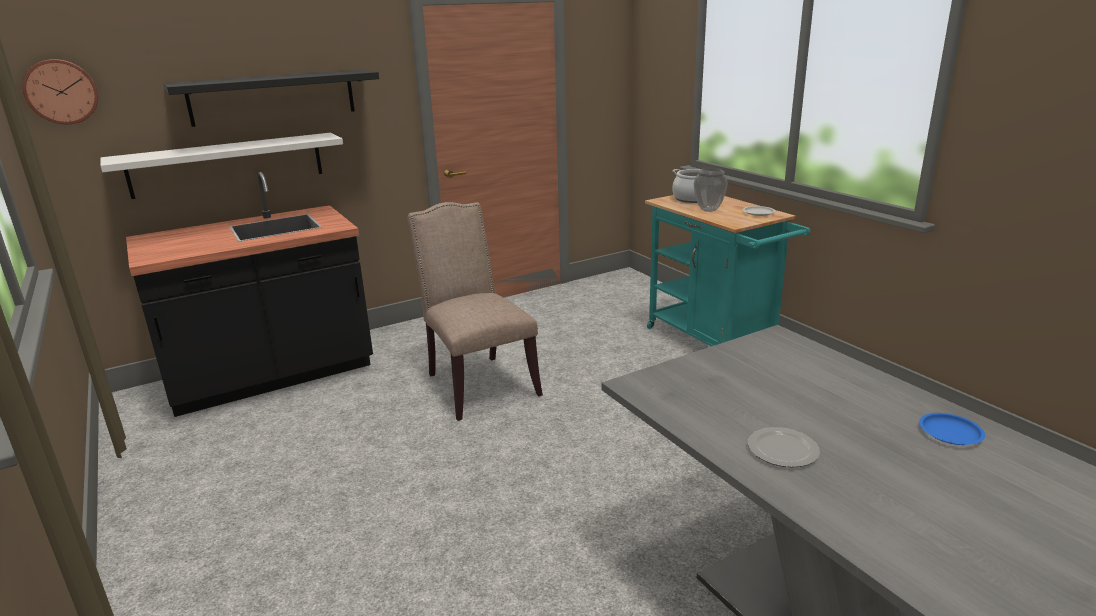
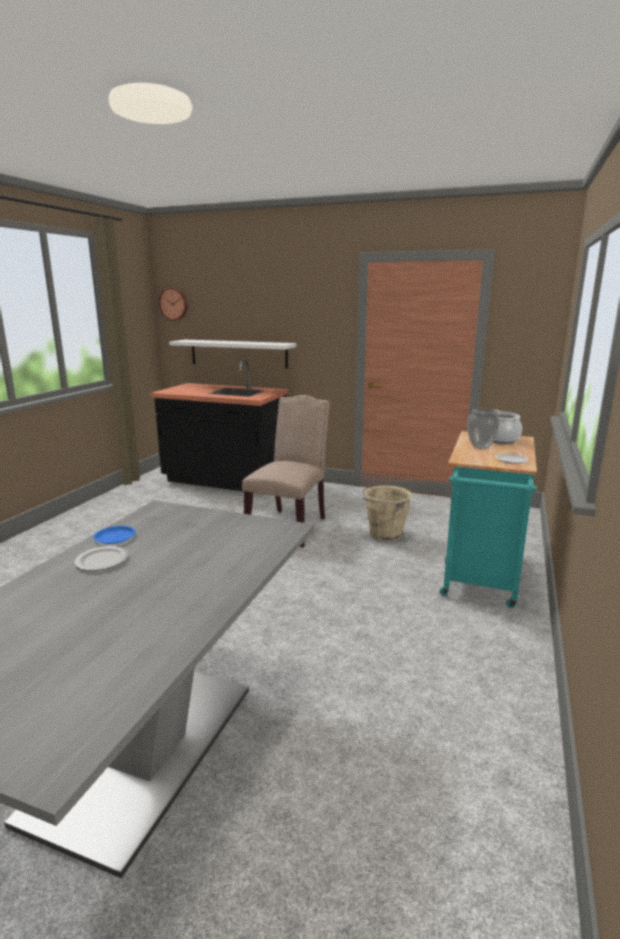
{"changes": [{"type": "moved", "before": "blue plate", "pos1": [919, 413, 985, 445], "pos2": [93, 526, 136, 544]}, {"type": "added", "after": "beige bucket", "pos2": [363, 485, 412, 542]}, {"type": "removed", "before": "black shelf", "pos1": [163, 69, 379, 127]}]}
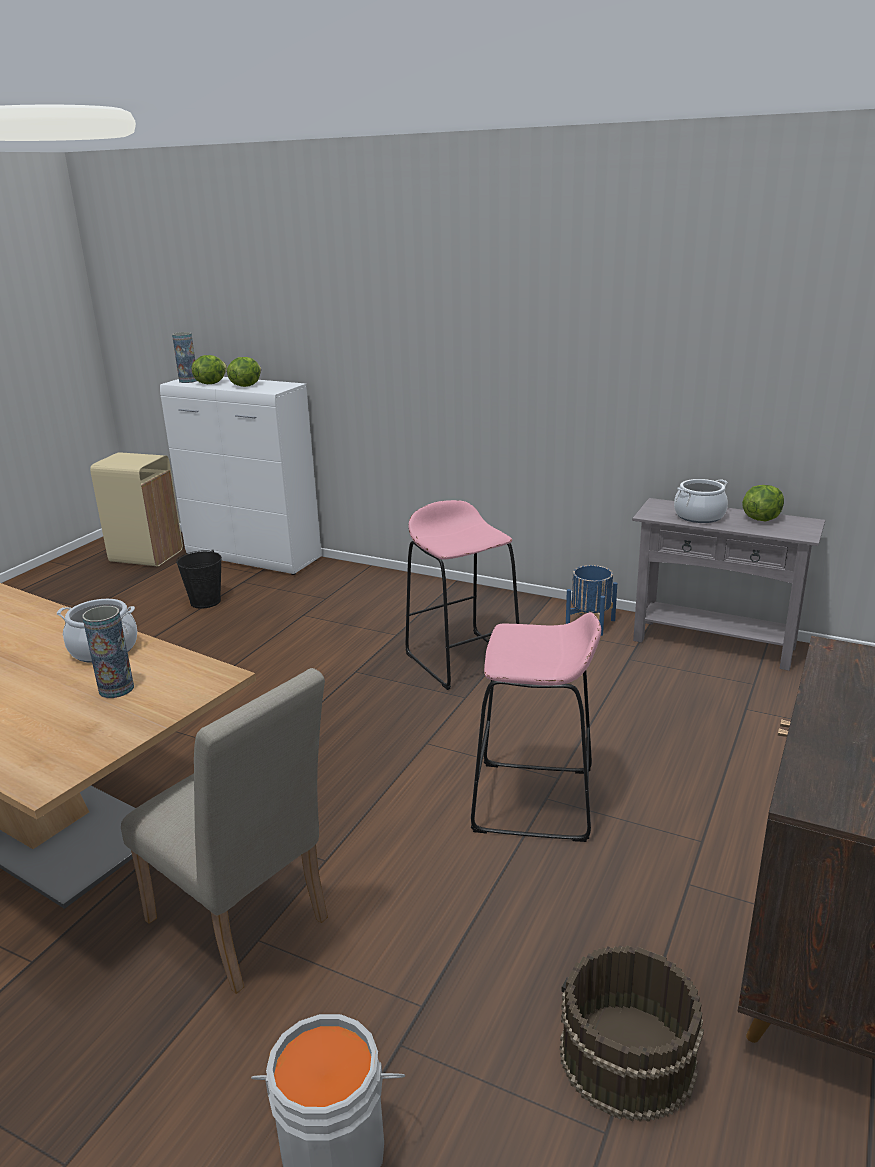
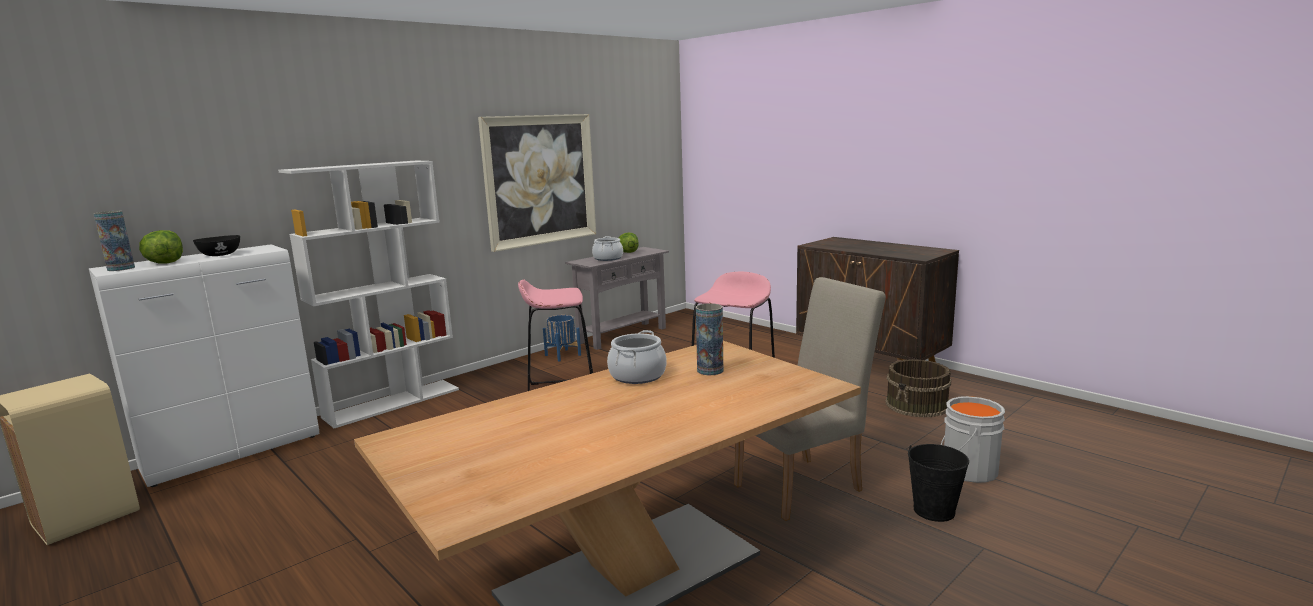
{"changes": [{"type": "replaced", "before": "lettuce", "after": "black bowl", "pos1": [227, 357, 261, 387], "pos2": [193, 235, 240, 256]}, {"type": "added", "after": "white bookcase", "pos2": [278, 160, 459, 428]}, {"type": "added", "after": "picture", "pos2": [478, 114, 596, 252]}, {"type": "moved", "before": "black bucket", "pos1": [176, 550, 222, 609], "pos2": [908, 444, 969, 522]}]}
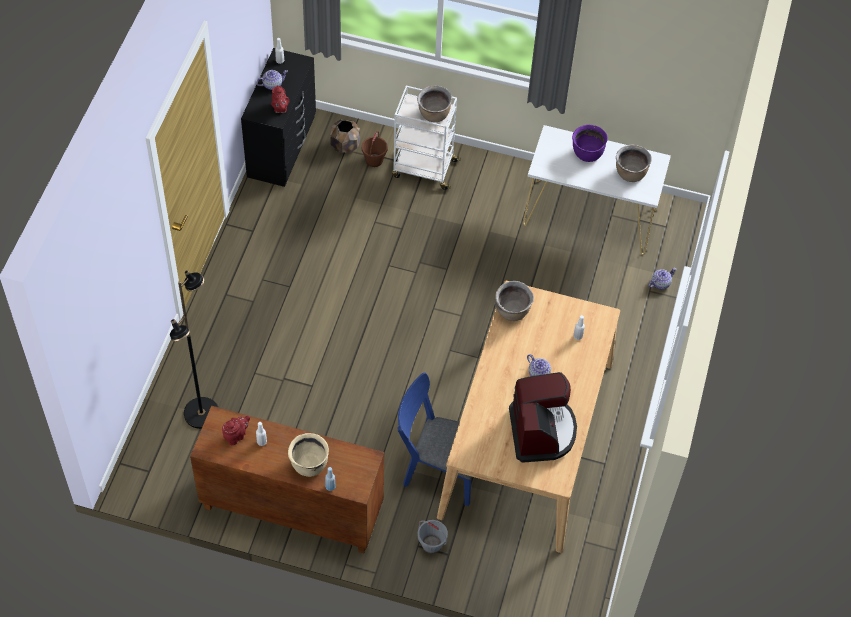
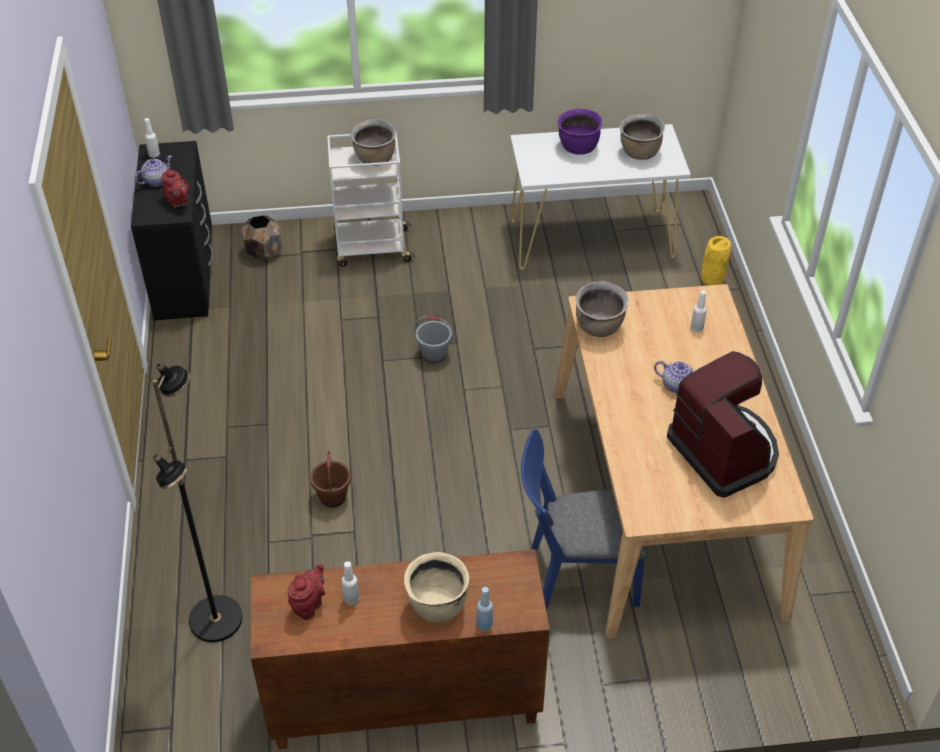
{"changes": [{"type": "moved", "before": "brown bucket", "pos1": [362, 131, 388, 167], "pos2": [310, 451, 351, 508]}, {"type": "moved", "before": "grey bucket", "pos1": [418, 520, 448, 554], "pos2": [414, 316, 453, 364]}, {"type": "replaced", "before": "teapot", "after": "yellow vase", "pos1": [648, 268, 676, 289], "pos2": [701, 236, 731, 286]}]}
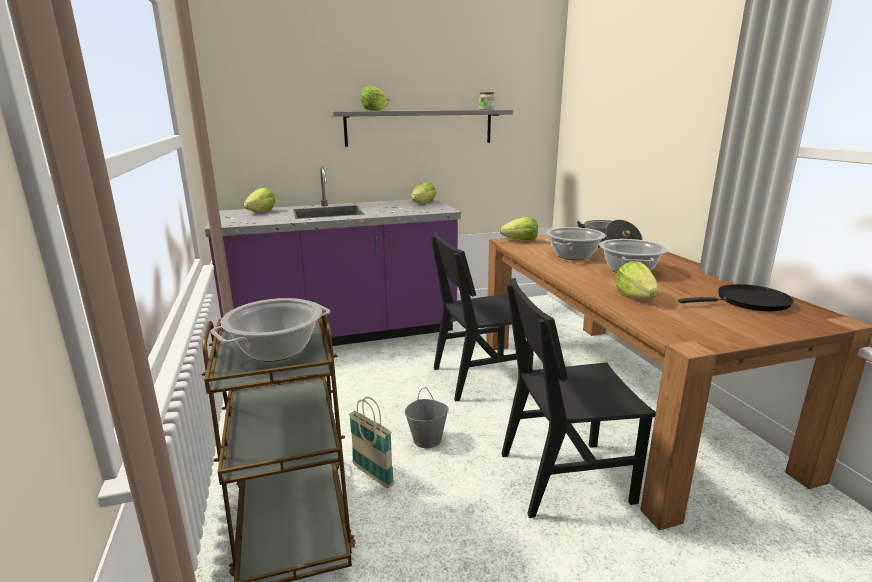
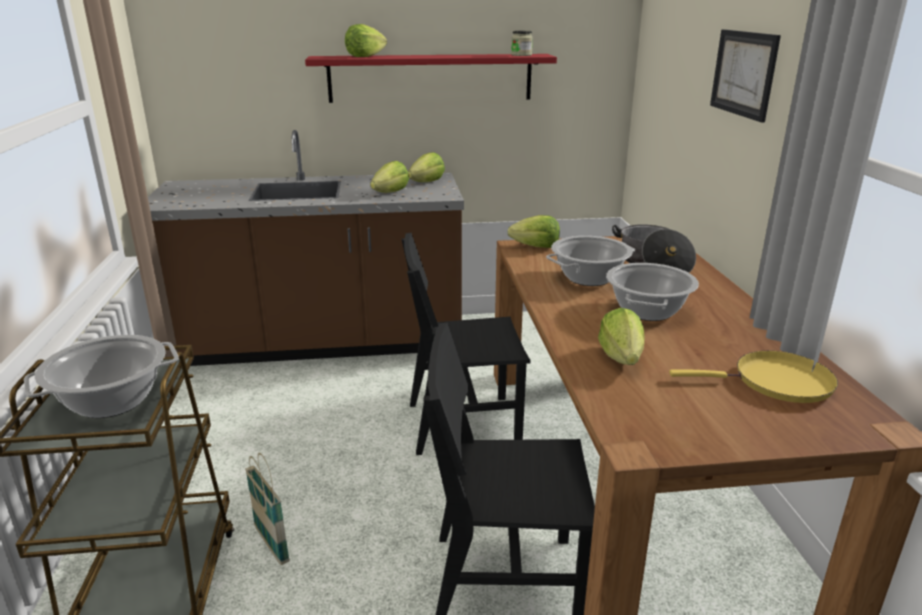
{"changes": [{"type": "recoloured", "before": "purple counter", "after": "brown counter", "pos1": [205, 166, 461, 346], "pos2": [148, 130, 464, 366]}, {"type": "recoloured", "before": "grey shelf", "after": "red shelf", "pos1": [330, 110, 513, 147], "pos2": [305, 54, 557, 103]}, {"type": "moved", "before": "lettuce", "pos1": [244, 188, 275, 212], "pos2": [370, 161, 409, 193]}, {"type": "recoloured", "before": "black frying pan", "after": "yellow frying pan", "pos1": [678, 284, 793, 311], "pos2": [669, 351, 838, 403]}, {"type": "added", "after": "picture", "pos2": [710, 29, 781, 122]}, {"type": "removed", "before": "grey bucket", "pos1": [405, 388, 449, 448]}]}
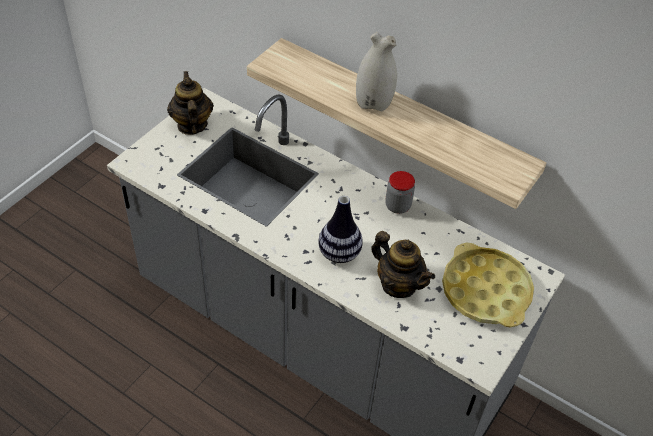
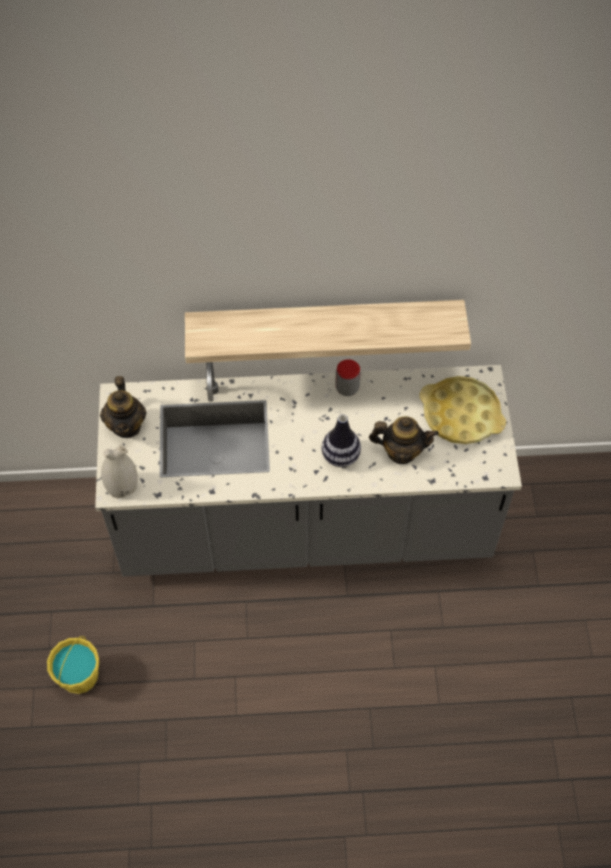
{"changes": [{"type": "added", "after": "yellow bucket", "pos2": [47, 636, 99, 694]}, {"type": "turned", "before": "teapot", "pos1": [167, 71, 214, 135], "pos2": [100, 376, 146, 438], "turn": -135}, {"type": "moved", "before": "white vase", "pos1": [356, 32, 397, 111], "pos2": [101, 445, 138, 498]}]}
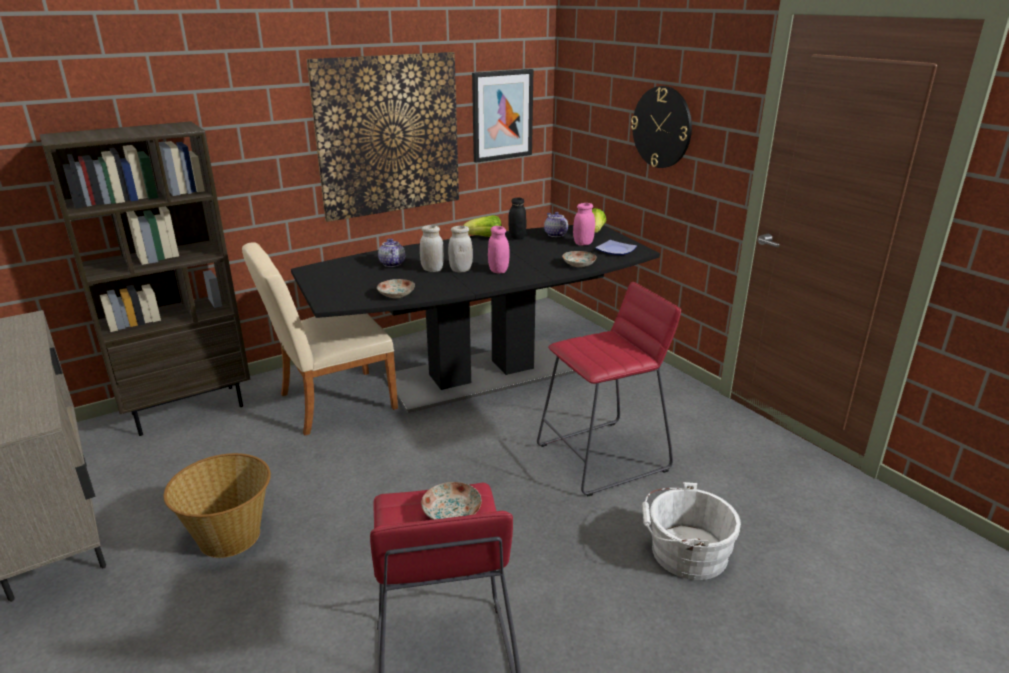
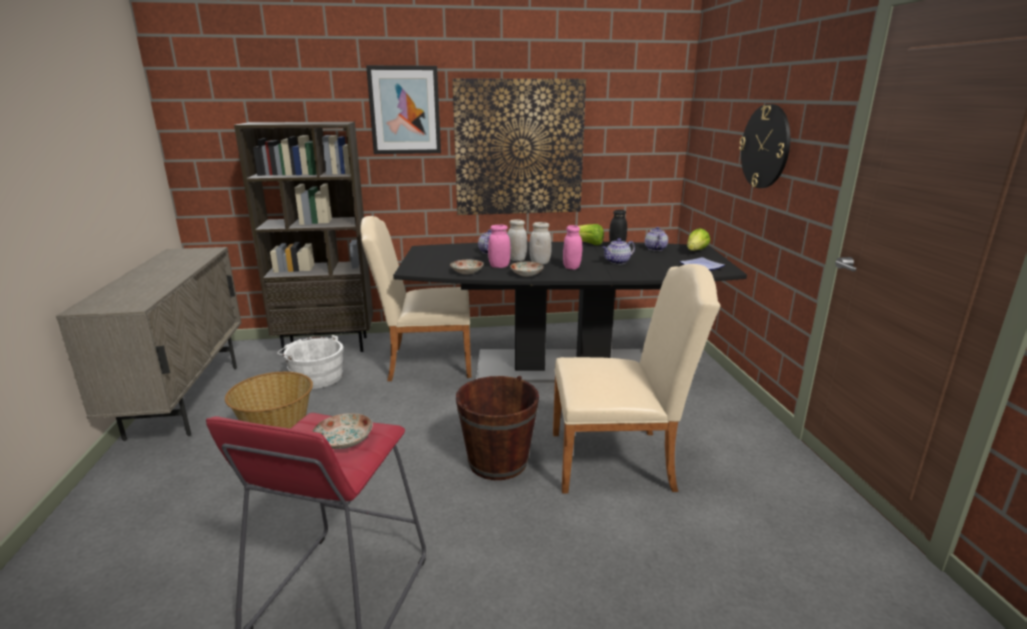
{"changes": [{"type": "moved", "before": "white bucket", "pos1": [642, 482, 741, 580], "pos2": [277, 335, 343, 389]}, {"type": "moved", "before": "picture", "pos1": [472, 69, 533, 163], "pos2": [366, 65, 441, 154]}, {"type": "added", "after": "brown bucket", "pos2": [456, 376, 539, 480]}, {"type": "moved", "before": "pink jar", "pos1": [573, 203, 595, 245], "pos2": [488, 225, 511, 268]}, {"type": "moved", "before": "plate", "pos1": [562, 251, 597, 267], "pos2": [510, 262, 544, 277]}, {"type": "replaced", "before": "red stool", "after": "beige chair", "pos1": [537, 282, 681, 497], "pos2": [553, 264, 720, 493]}, {"type": "added", "after": "teapot", "pos2": [602, 238, 635, 264]}]}
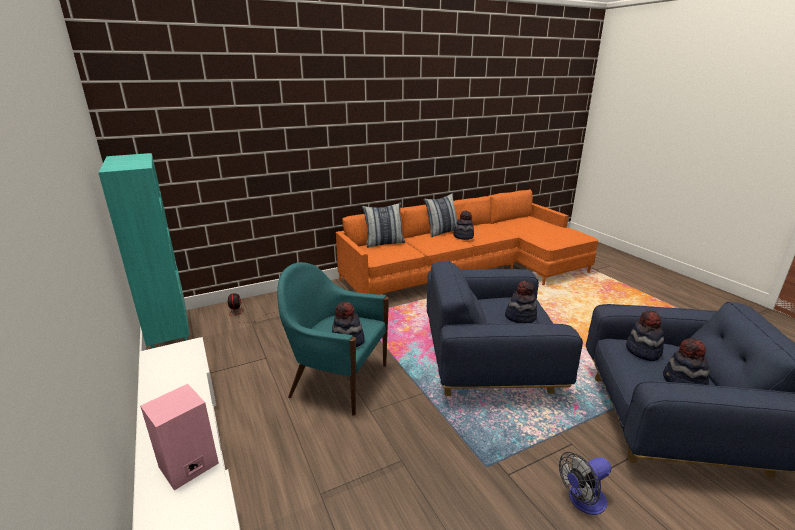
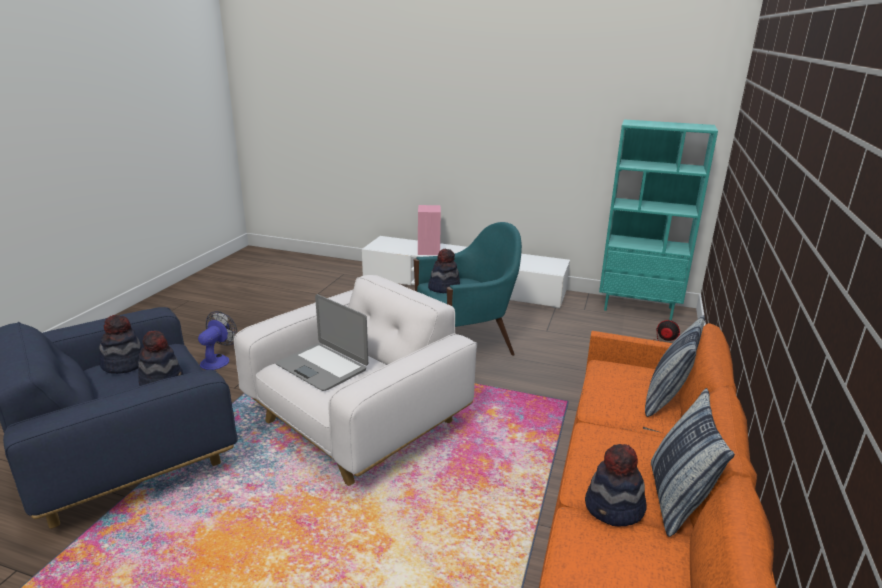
{"changes": [{"type": "recoloured", "before": "blue armchair", "after": "white armchair", "pos1": [427, 261, 583, 396], "pos2": [234, 275, 477, 486]}, {"type": "replaced", "before": "hat", "after": "laptop", "pos1": [505, 281, 537, 323], "pos2": [276, 294, 368, 391]}]}
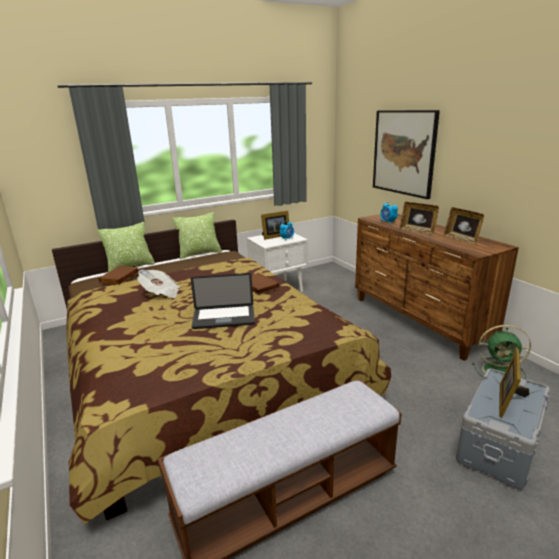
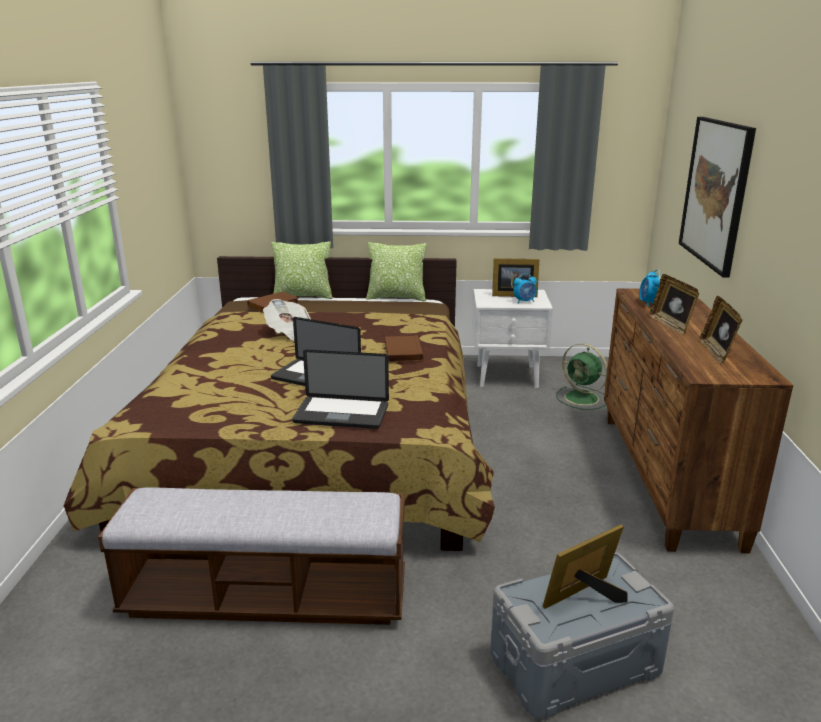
{"changes": [{"type": "added", "after": "laptop", "pos2": [292, 350, 389, 429]}, {"type": "moved", "before": "green fan", "pos1": [472, 325, 531, 380], "pos2": [556, 343, 608, 410]}]}
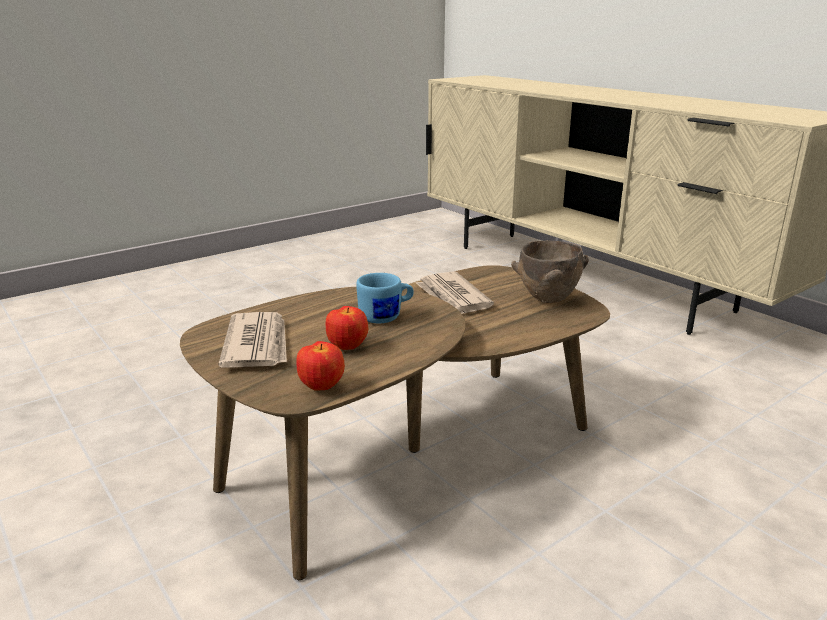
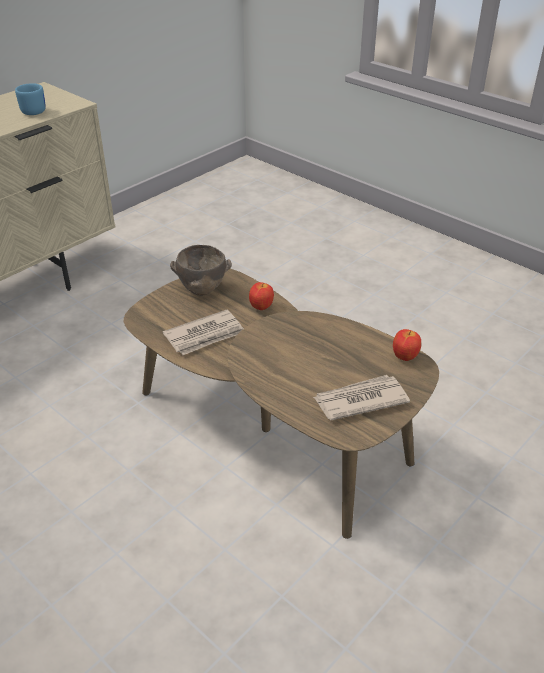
{"changes": [{"type": "moved", "before": "blue mug", "pos1": [356, 273, 414, 323], "pos2": [15, 83, 46, 115]}, {"type": "moved", "before": "apple", "pos1": [326, 306, 368, 350], "pos2": [249, 282, 274, 310]}]}
